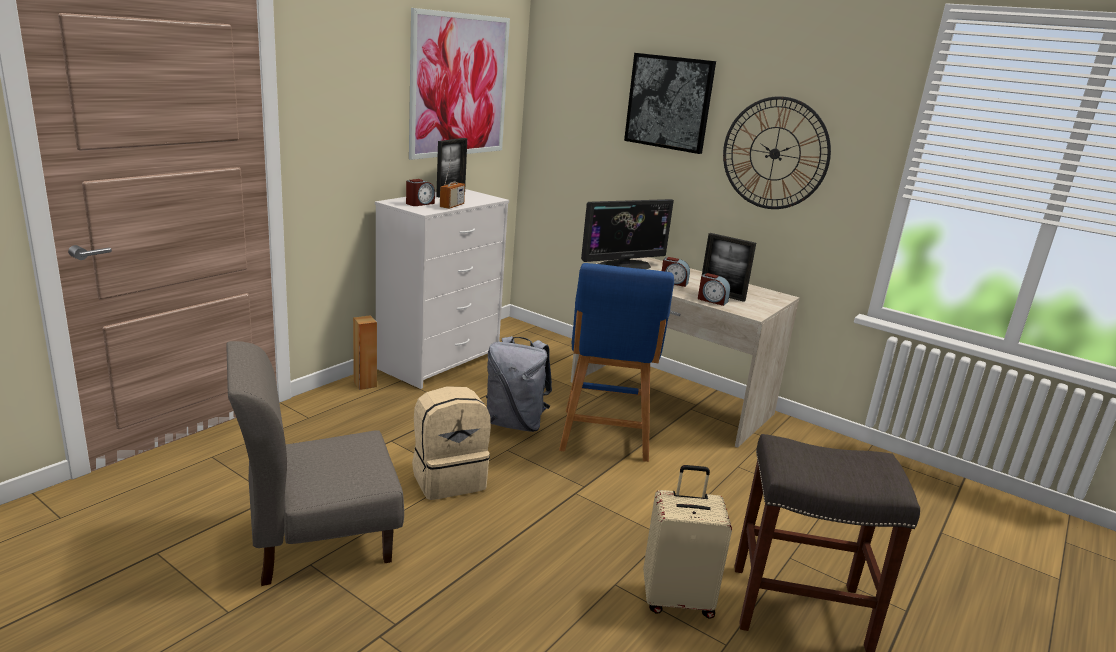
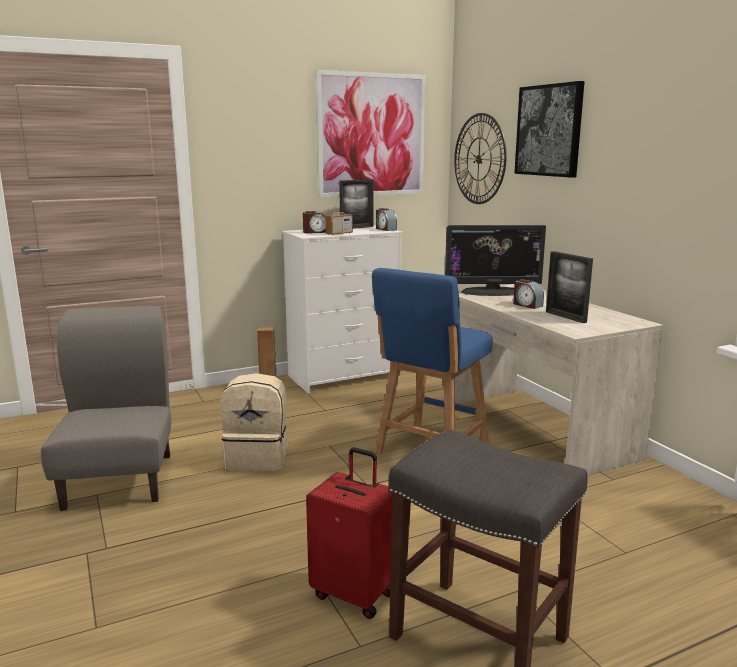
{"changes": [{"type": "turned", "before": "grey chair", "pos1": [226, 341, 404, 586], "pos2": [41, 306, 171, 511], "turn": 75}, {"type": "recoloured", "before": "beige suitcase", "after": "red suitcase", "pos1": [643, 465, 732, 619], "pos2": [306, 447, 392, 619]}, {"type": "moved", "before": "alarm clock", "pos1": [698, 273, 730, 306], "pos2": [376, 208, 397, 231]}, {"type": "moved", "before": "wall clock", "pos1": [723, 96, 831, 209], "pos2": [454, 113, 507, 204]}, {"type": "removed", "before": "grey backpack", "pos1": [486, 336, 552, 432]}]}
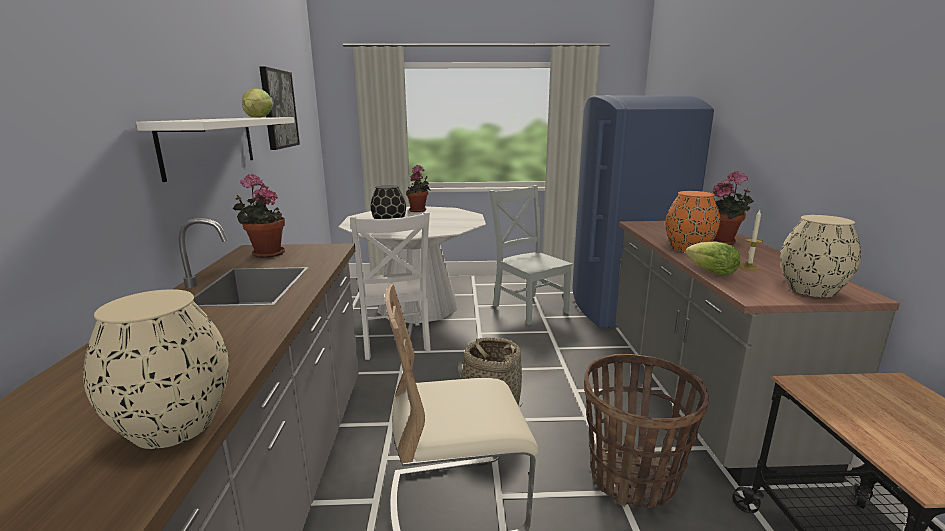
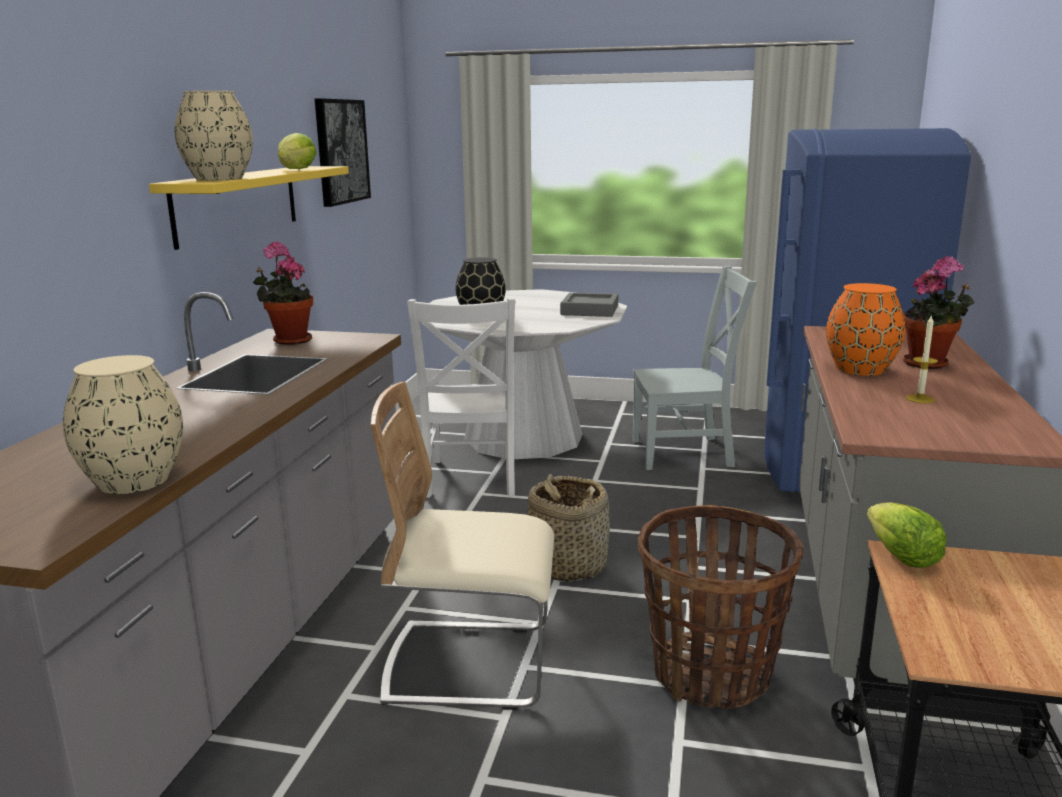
{"changes": [{"type": "recoloured", "before": "white shelf", "after": "yellow shelf", "pos1": [136, 117, 295, 182], "pos2": [149, 166, 349, 250]}, {"type": "moved", "before": "beige vase", "pos1": [780, 215, 861, 297], "pos2": [175, 91, 253, 180]}, {"type": "added", "after": "grey tray", "pos2": [560, 293, 618, 317]}, {"type": "turned", "before": "grey chair", "pos1": [489, 185, 573, 325], "pos2": [632, 266, 757, 470], "turn": 105}, {"type": "moved", "before": "lettuce", "pos1": [685, 242, 740, 276], "pos2": [867, 502, 947, 568]}, {"type": "removed", "before": "potted plant", "pos1": [406, 165, 430, 212]}]}
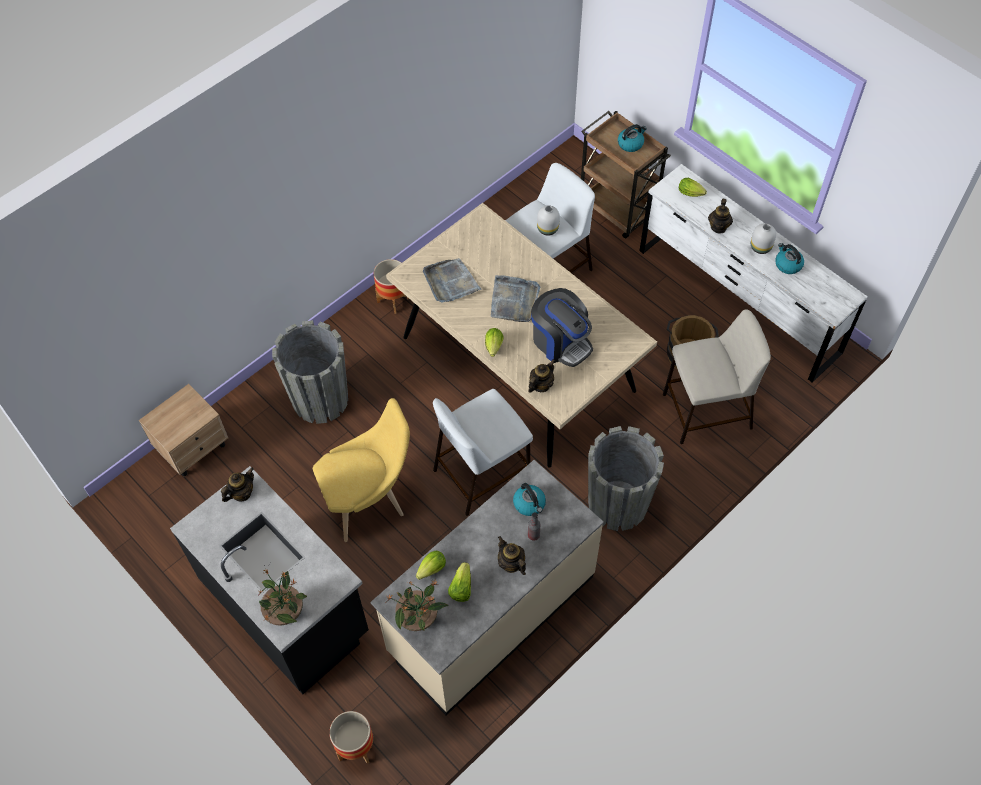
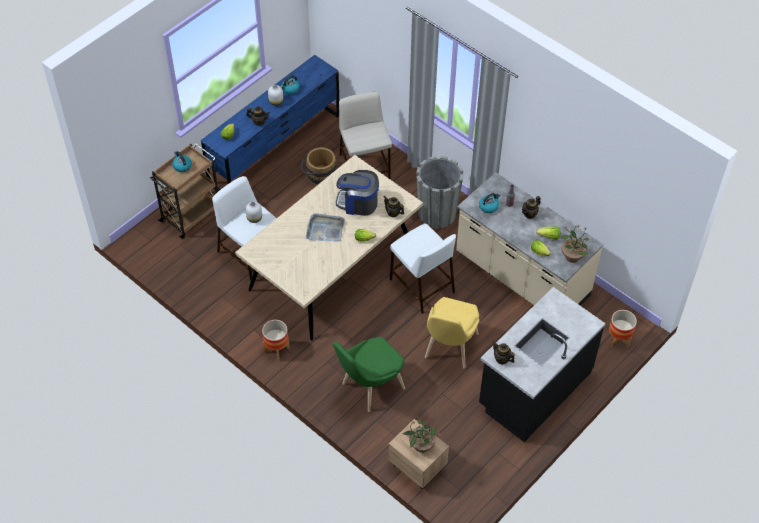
{"changes": [{"type": "recoloured", "before": "white dresser", "after": "blue dresser", "pos1": [639, 164, 868, 383], "pos2": [201, 55, 339, 191]}, {"type": "replaced", "before": "grey planter", "after": "green chair", "pos1": [272, 320, 348, 424], "pos2": [333, 337, 405, 412]}, {"type": "turned", "before": "coffee machine", "pos1": [531, 288, 593, 367], "pos2": [336, 170, 379, 216], "turn": -120}, {"type": "moved", "before": "potted plant", "pos1": [259, 569, 307, 626], "pos2": [402, 416, 441, 453]}, {"type": "turned", "before": "yellow chair", "pos1": [313, 398, 410, 542], "pos2": [425, 297, 479, 369], "turn": -135}, {"type": "removed", "before": "grey tray", "pos1": [423, 258, 481, 303]}]}
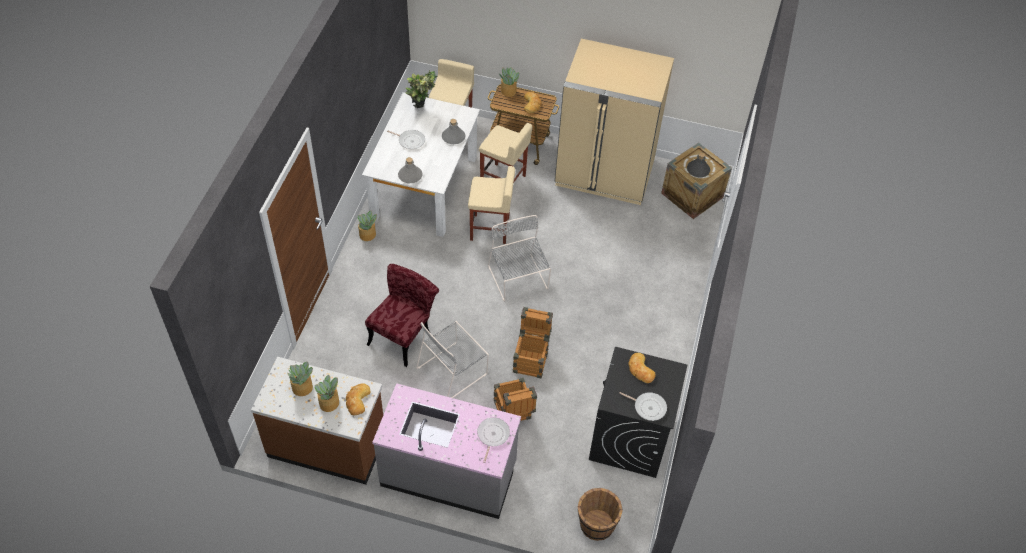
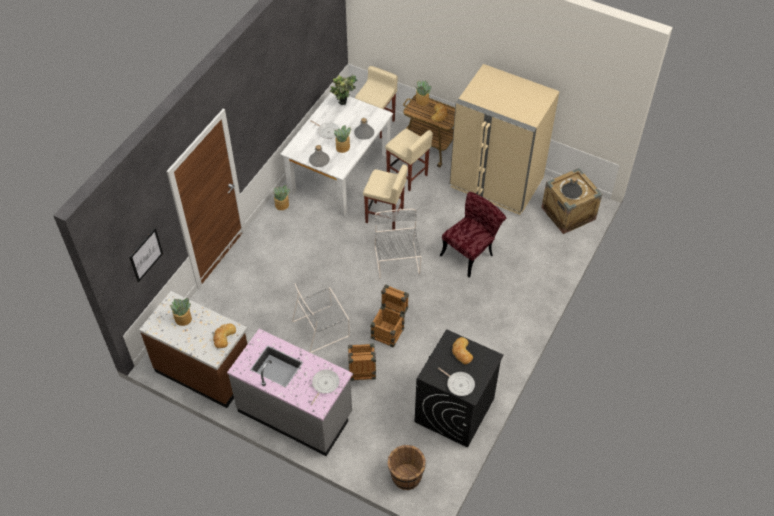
{"changes": [{"type": "added", "after": "picture", "pos2": [129, 228, 163, 282]}, {"type": "moved", "before": "potted plant", "pos1": [315, 375, 339, 412], "pos2": [334, 125, 351, 153]}, {"type": "moved", "before": "red chair", "pos1": [365, 264, 439, 367], "pos2": [440, 192, 506, 277]}]}
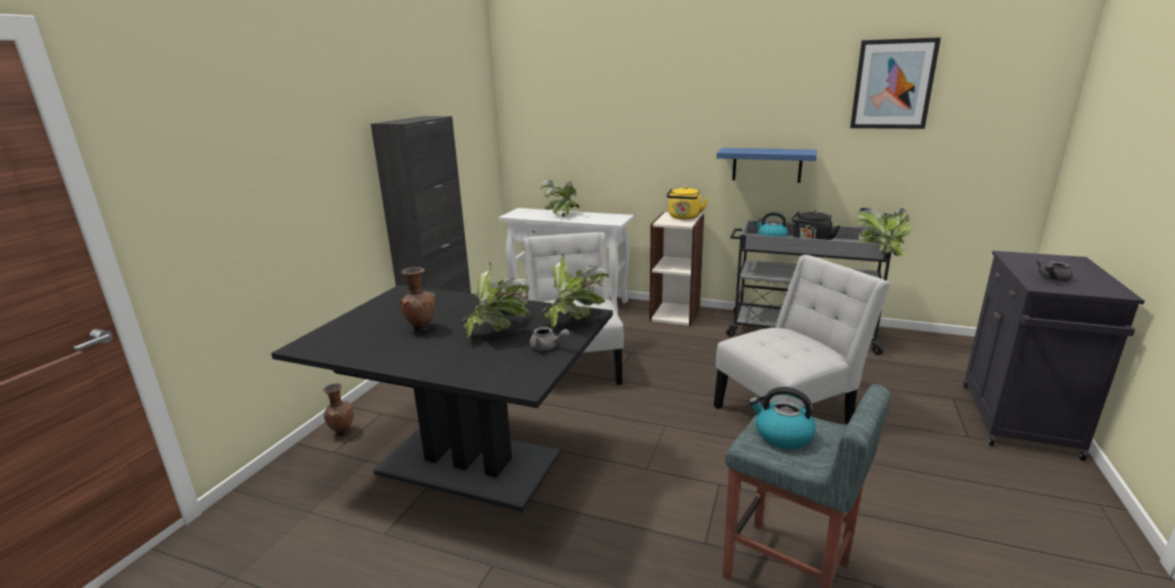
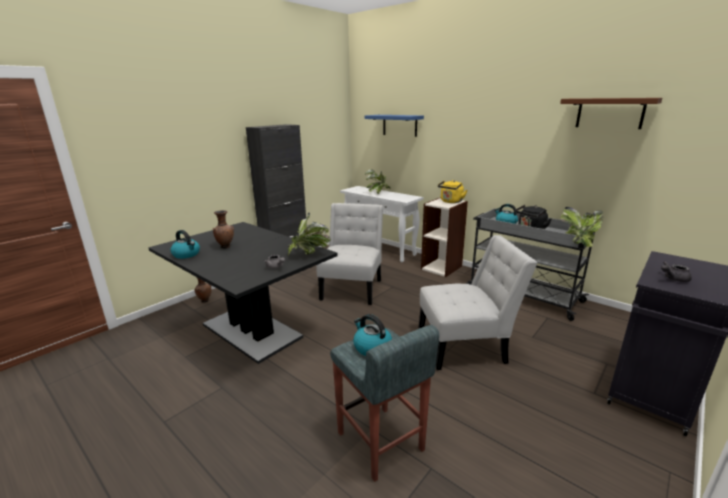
{"changes": [{"type": "added", "after": "kettle", "pos2": [170, 230, 200, 259]}, {"type": "moved", "before": "blue shelf", "pos1": [717, 148, 817, 183], "pos2": [365, 115, 424, 137]}, {"type": "replaced", "before": "picture", "after": "brown shelf", "pos1": [850, 37, 941, 129], "pos2": [560, 98, 662, 129]}, {"type": "removed", "before": "potted plant", "pos1": [462, 262, 530, 339]}]}
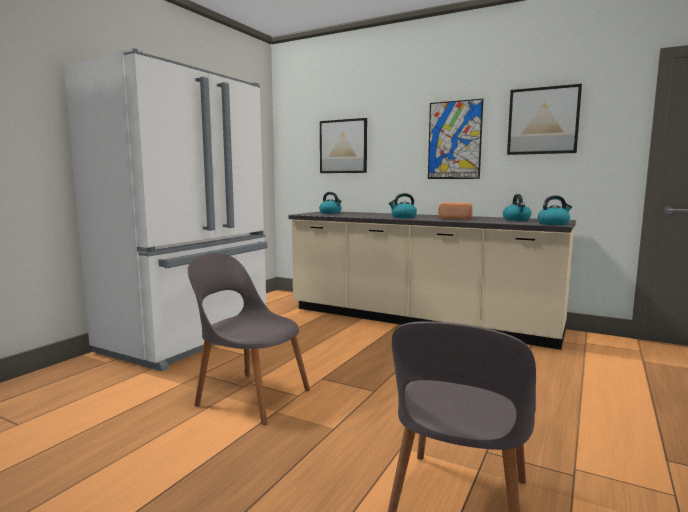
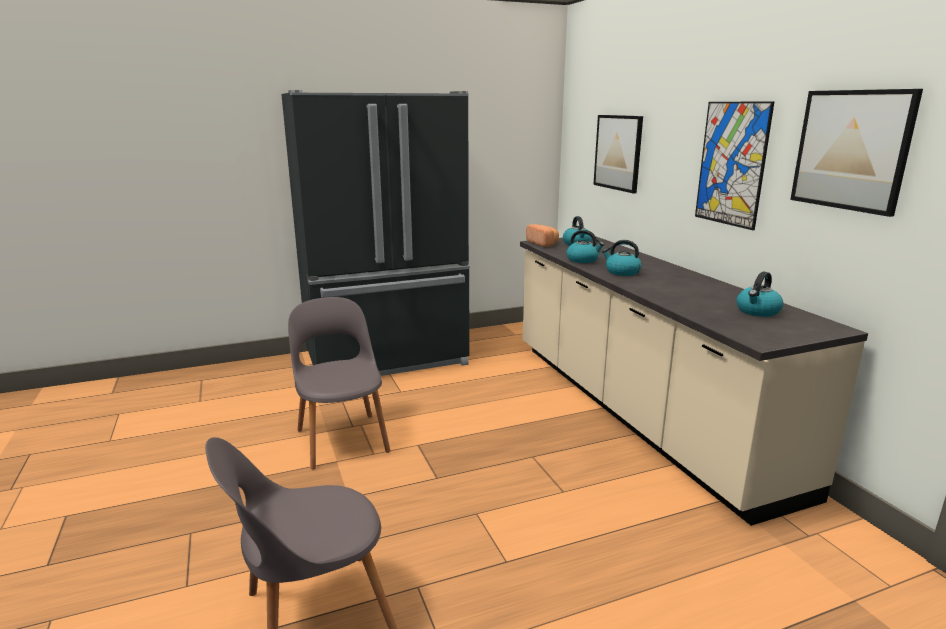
{"changes": [{"type": "recoloured", "before": "white fridge", "after": "black fridge", "pos1": [64, 48, 268, 371], "pos2": [281, 90, 470, 376]}, {"type": "moved", "before": "bread", "pos1": [438, 202, 473, 220], "pos2": [526, 224, 559, 247]}, {"type": "moved", "before": "kettle", "pos1": [538, 195, 572, 225], "pos2": [567, 230, 604, 263]}]}
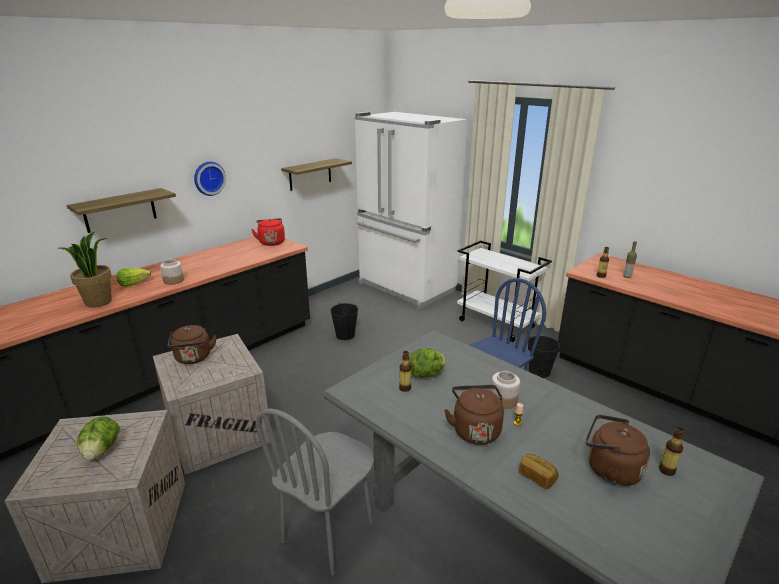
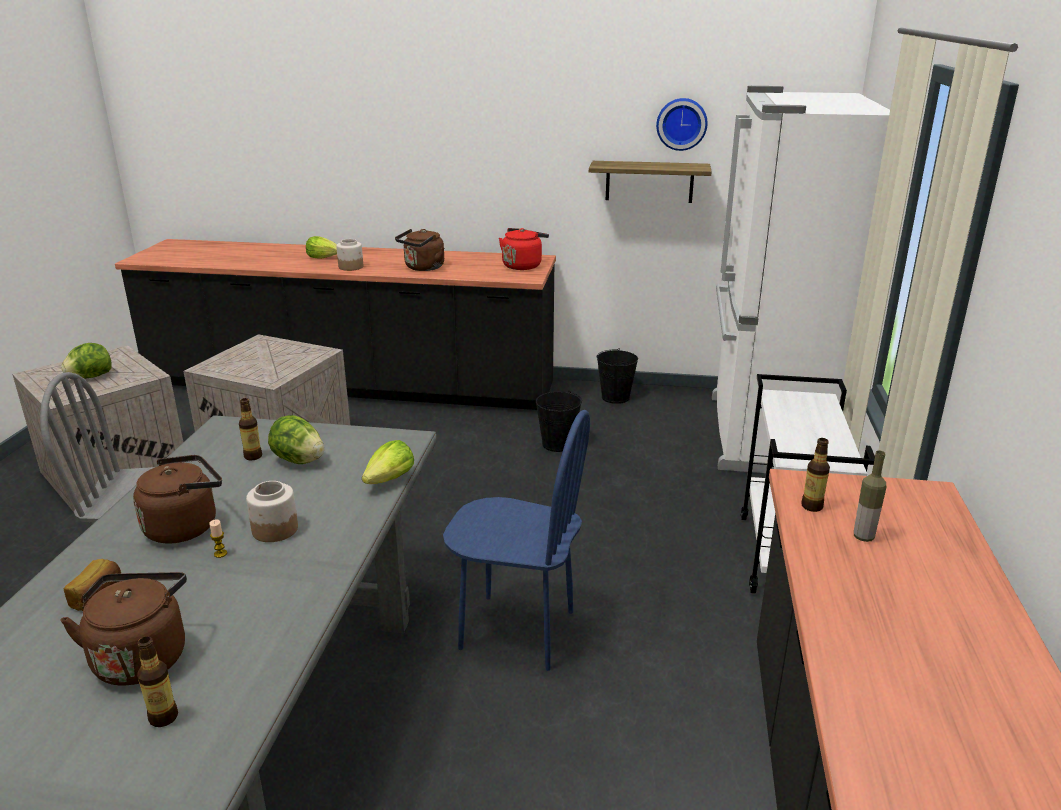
{"changes": [{"type": "added", "after": "lettuce", "pos2": [362, 440, 414, 484]}, {"type": "moved", "before": "brown kettle", "pos1": [168, 325, 217, 364], "pos2": [395, 229, 444, 271]}, {"type": "moved", "before": "black bucket", "pos1": [528, 336, 560, 378], "pos2": [597, 348, 638, 404]}, {"type": "moved", "before": "wall clock", "pos1": [194, 162, 226, 196], "pos2": [656, 98, 708, 151]}, {"type": "removed", "before": "potted plant", "pos1": [58, 231, 112, 308]}, {"type": "removed", "before": "shelf", "pos1": [67, 188, 176, 233]}]}
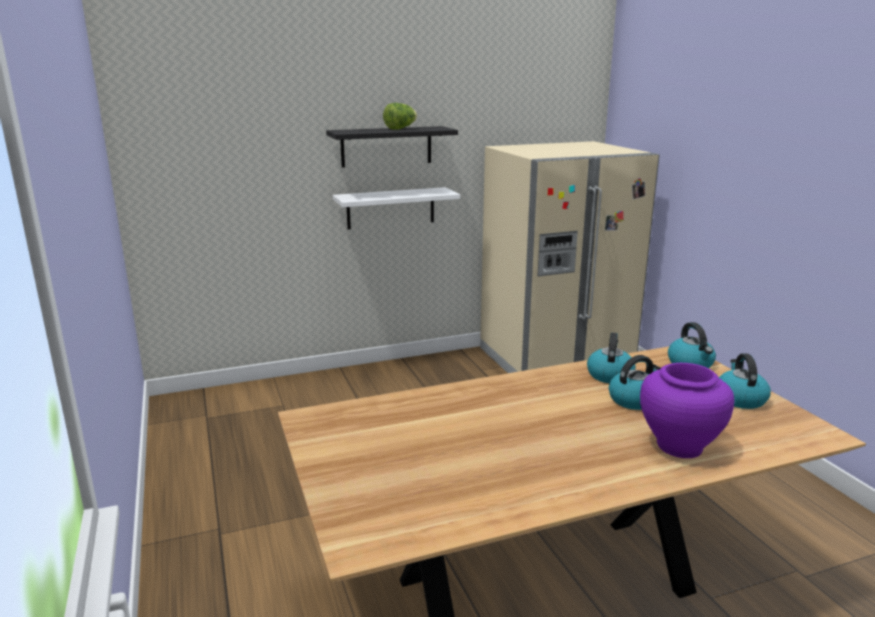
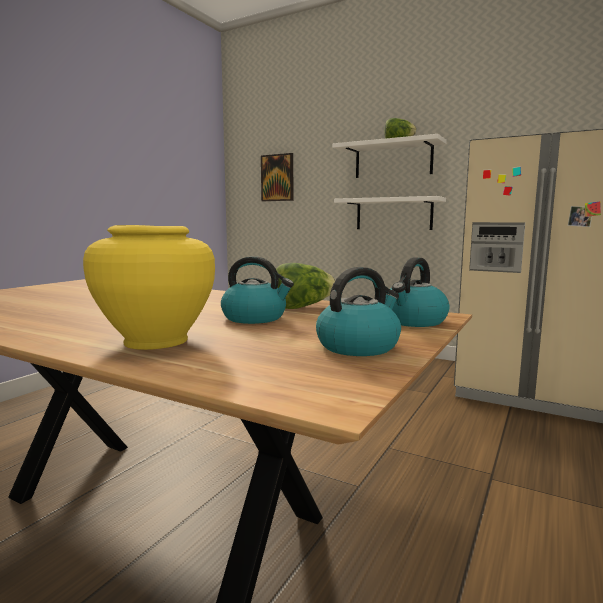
{"changes": [{"type": "recoloured", "before": "purple vase", "after": "yellow vase", "pos1": [640, 363, 734, 458], "pos2": [83, 225, 215, 350]}, {"type": "added", "after": "picture", "pos2": [261, 153, 293, 201]}, {"type": "replaced", "before": "kettle", "after": "lettuce", "pos1": [587, 332, 636, 383], "pos2": [276, 263, 335, 309]}, {"type": "recoloured", "before": "black shelf", "after": "white shelf", "pos1": [326, 126, 458, 168], "pos2": [332, 134, 447, 178]}]}
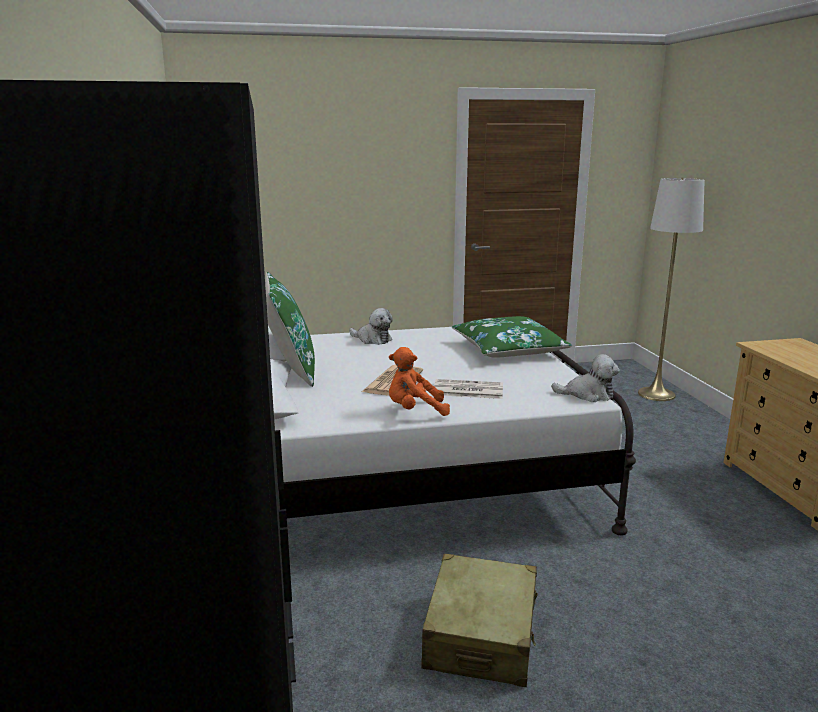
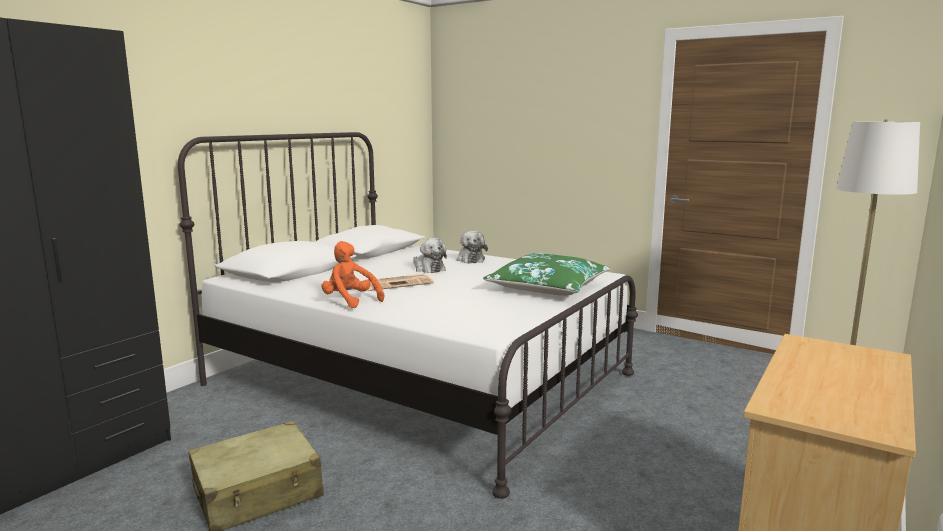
{"changes": [{"type": "moved", "before": "plush toy", "pos1": [551, 354, 620, 402], "pos2": [413, 238, 447, 273]}, {"type": "removed", "before": "green pillow", "pos1": [265, 272, 315, 387]}, {"type": "removed", "before": "newspaper", "pos1": [434, 379, 503, 399]}]}
